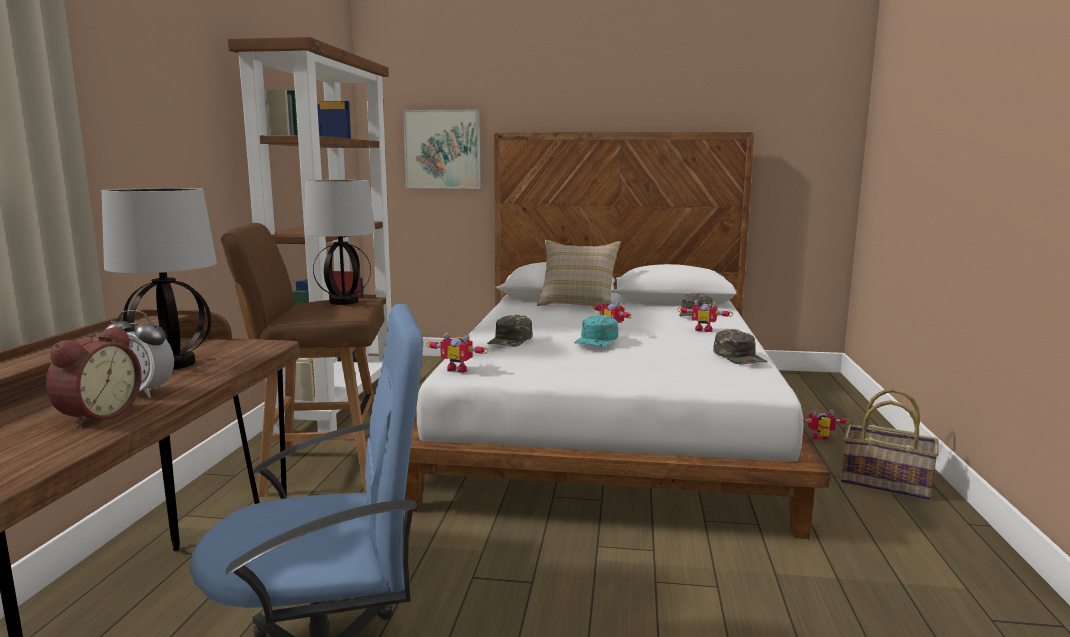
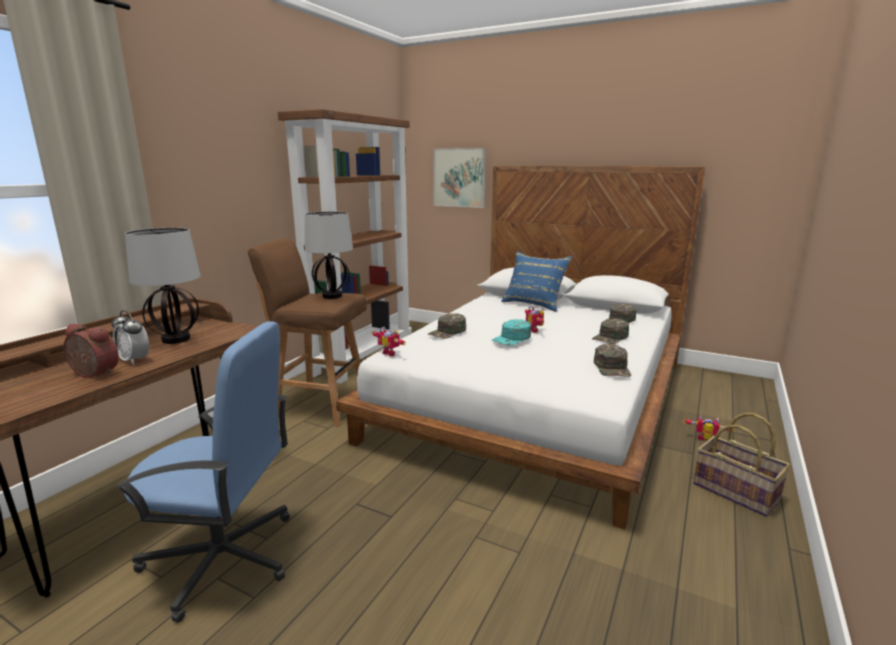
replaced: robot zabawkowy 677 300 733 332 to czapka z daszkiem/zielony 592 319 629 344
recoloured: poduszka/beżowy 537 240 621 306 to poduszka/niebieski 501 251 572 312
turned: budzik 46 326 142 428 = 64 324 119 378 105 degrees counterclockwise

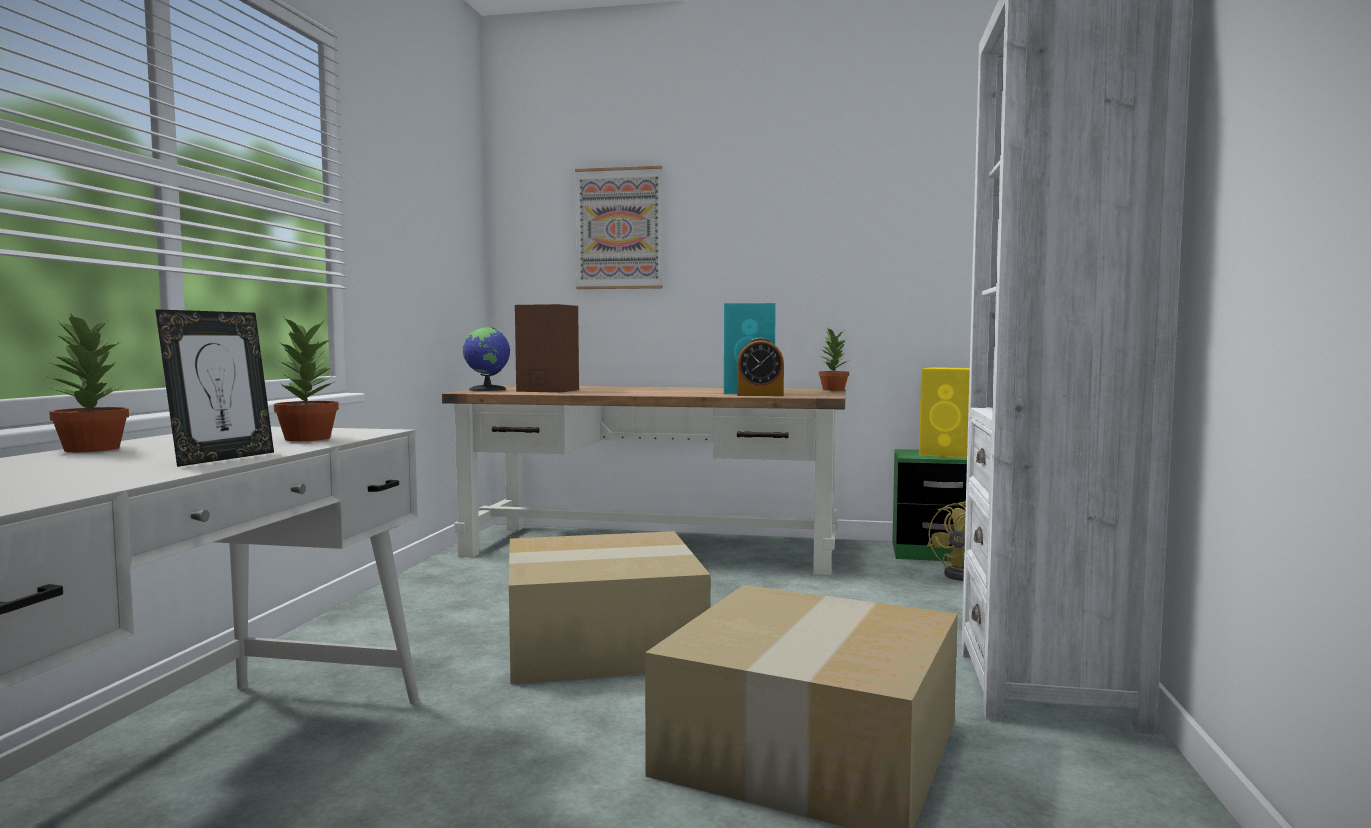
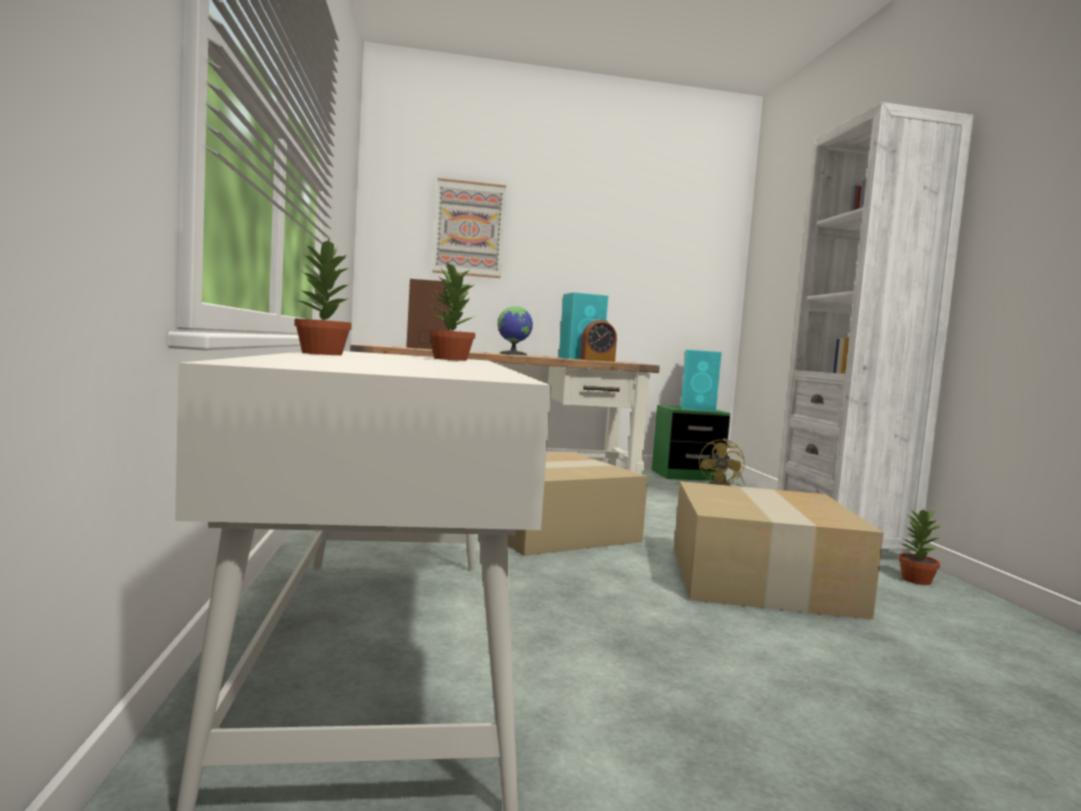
removed: ramka na zdjęcie 155 309 274 467
moved: globus 463 327 510 391 to 498 306 533 355; roślina doniczkowa 819 328 849 391 to 898 509 941 585
recoloured: głośnik/żółty 919 367 970 458 to głośnik/turkusowy 681 350 722 411

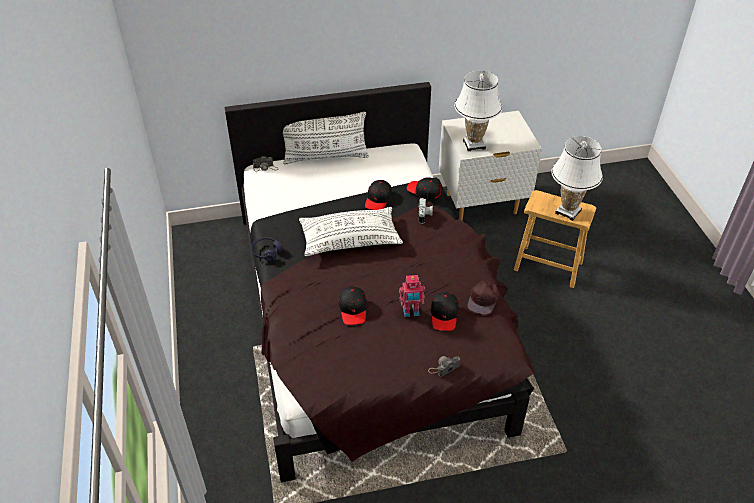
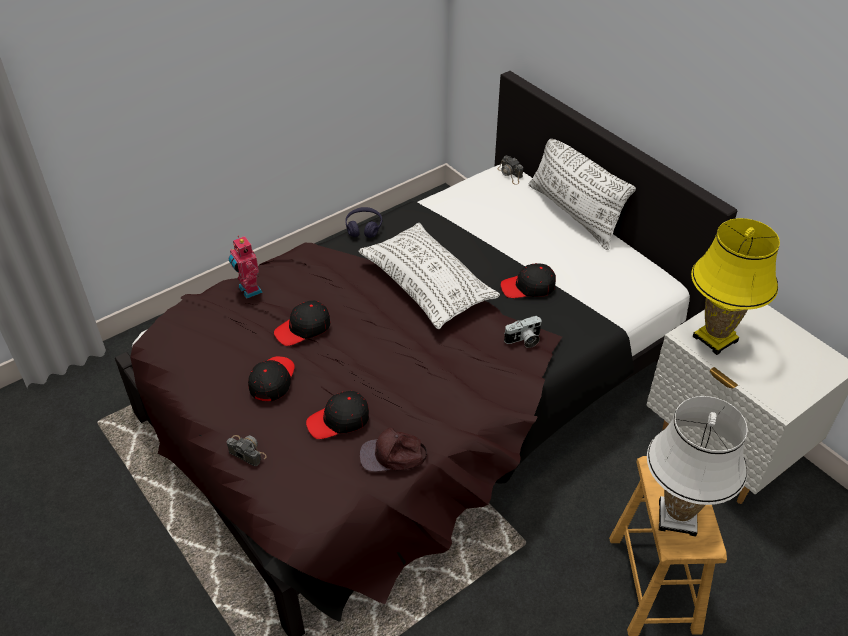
moved: czapka z daszkiem/czarny 407 177 441 200 to 248 356 295 401; robot zabawkowy 399 275 425 317 to 229 236 263 299
recoloured: lampa stołowa/biały 455 70 502 151 to lampa stołowa/żółty 691 218 780 355

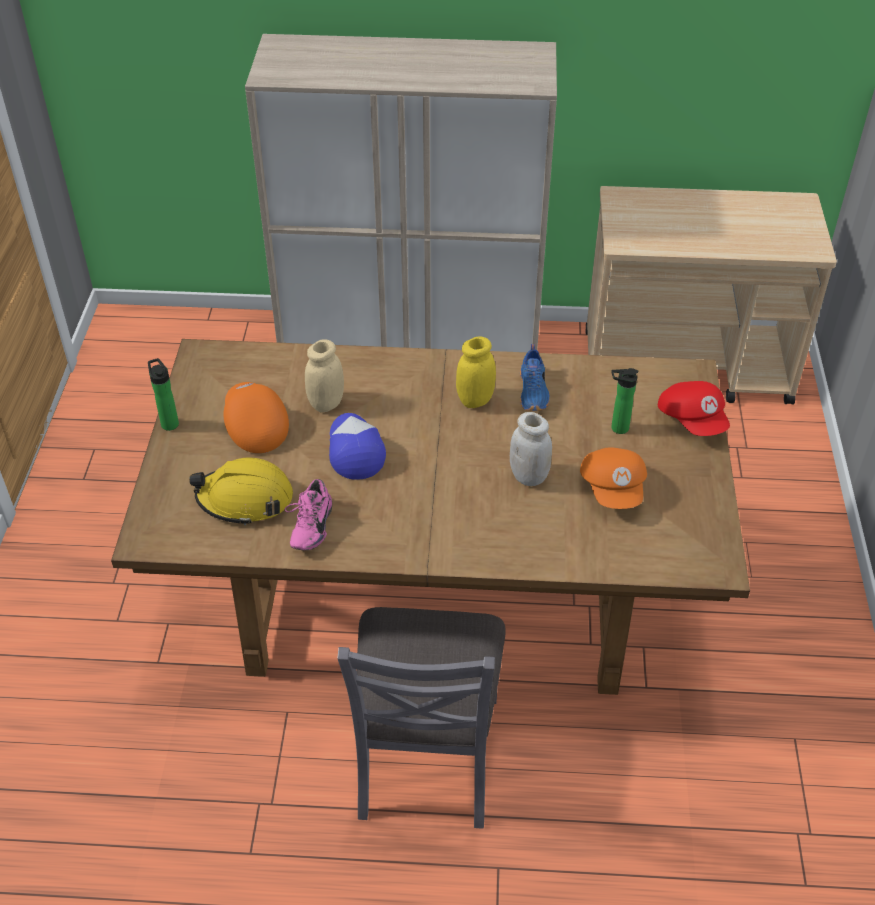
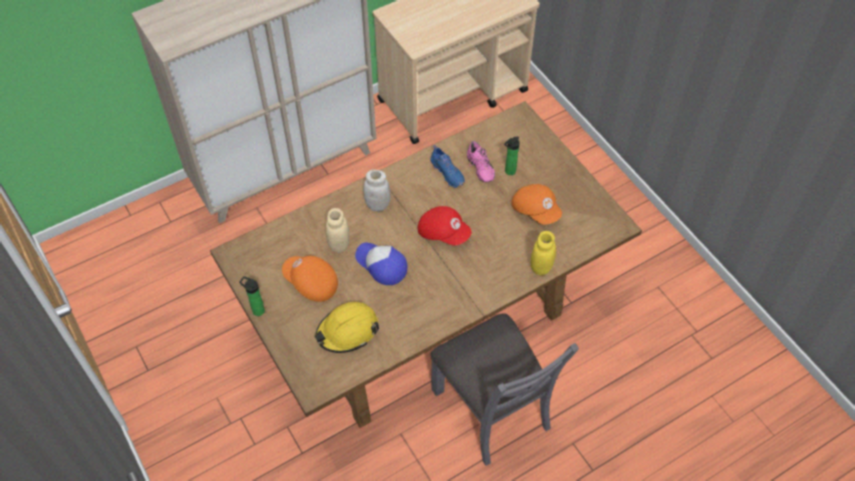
moved: słoik/żółty 456 336 496 408 to 531 231 556 275; czapka z daszkiem/czerwony 658 381 730 436 to 418 206 471 245; słoik/biały 510 412 552 486 to 363 170 390 211; but/różowy 285 479 332 550 to 467 141 495 182

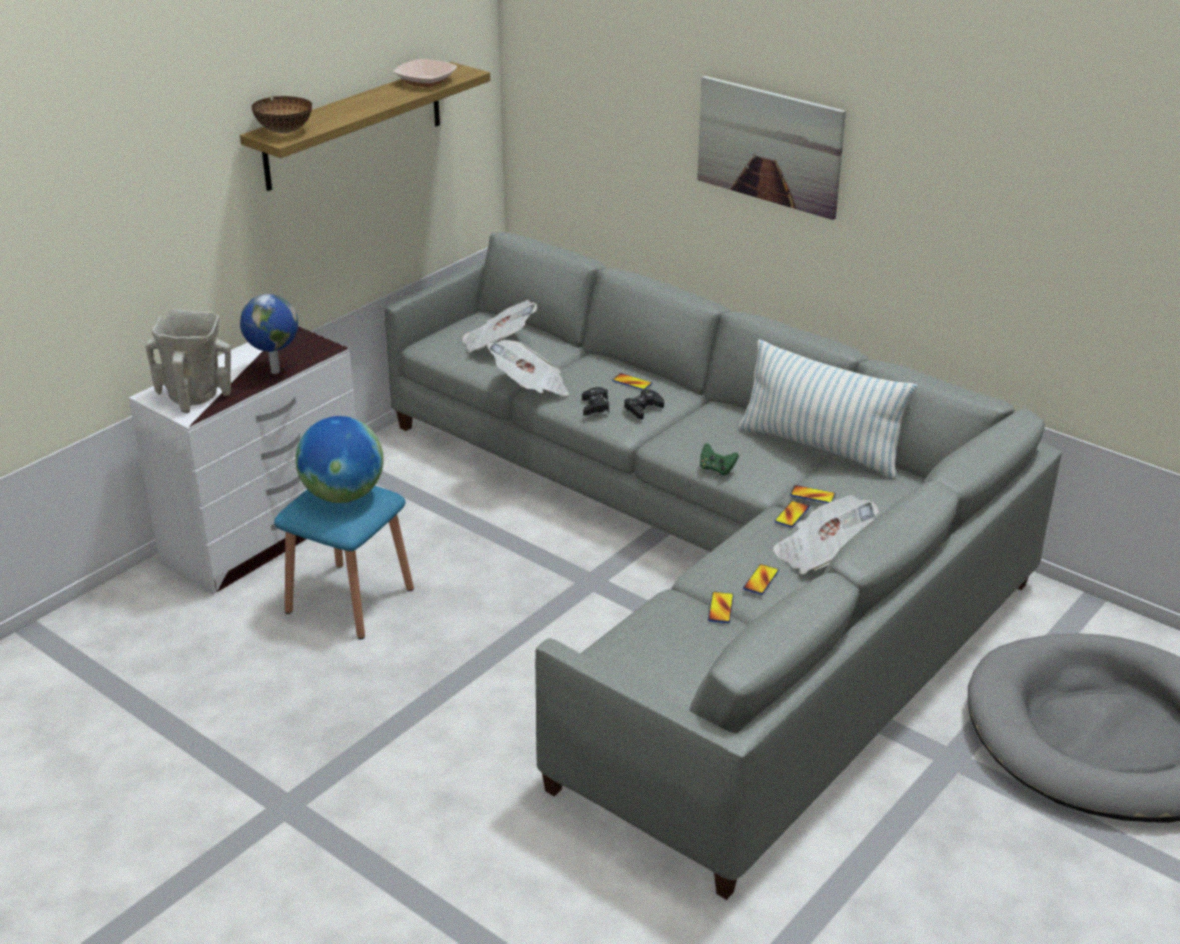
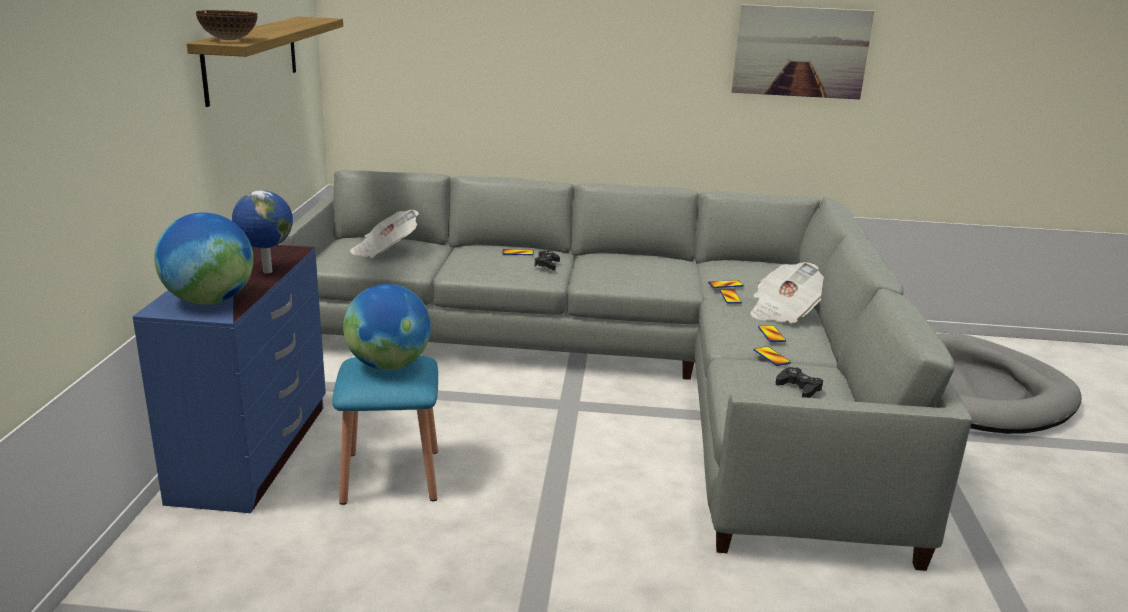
removed: miska 393 59 457 87; poduszka 738 339 917 479; gazeta 487 340 569 396; pad do gier/zielony 700 443 739 476
moved: obraz 697 76 846 220 to 731 4 874 99; pad do gier/czarny 582 387 609 416 to 776 367 823 398
replaced: wazon/beżowy 146 309 231 413 to globus 154 212 254 305
recoloured: komoda/biały 129 326 356 594 to komoda/niebieski 133 245 326 513

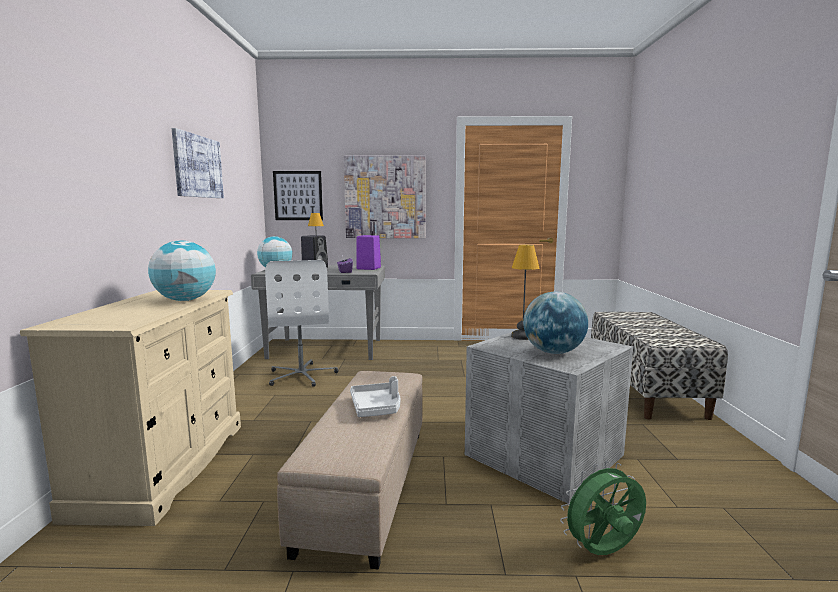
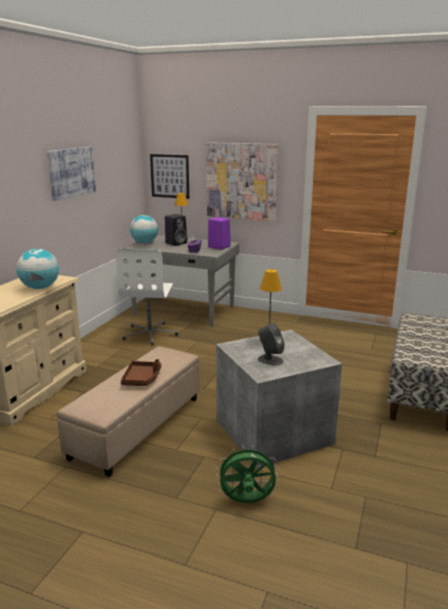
replaced: globus 523 292 588 354 to głośnik/szary 258 323 285 365
recoloured: taca/szary 350 376 400 417 to taca/brązowy 121 359 161 386

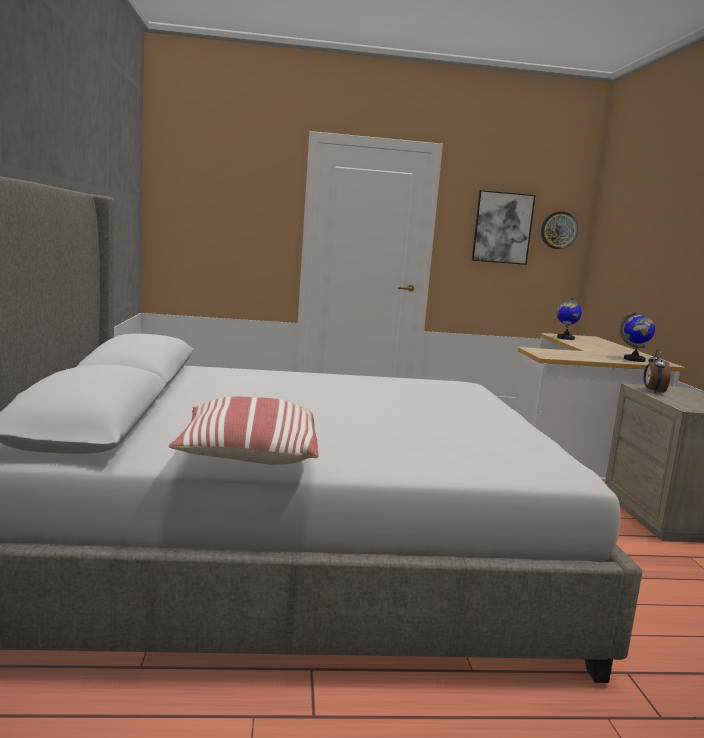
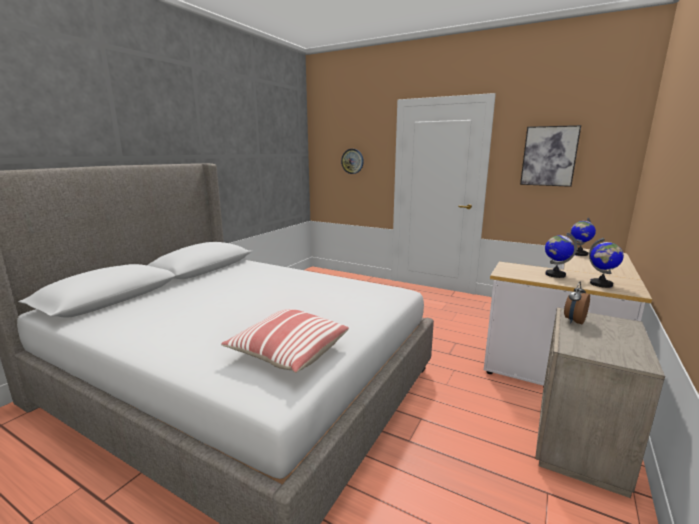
added: globus 545 232 577 278
moved: zegar ścienny 541 211 578 249 to 341 149 364 174; poduszka 169 397 319 465 to 221 309 349 373

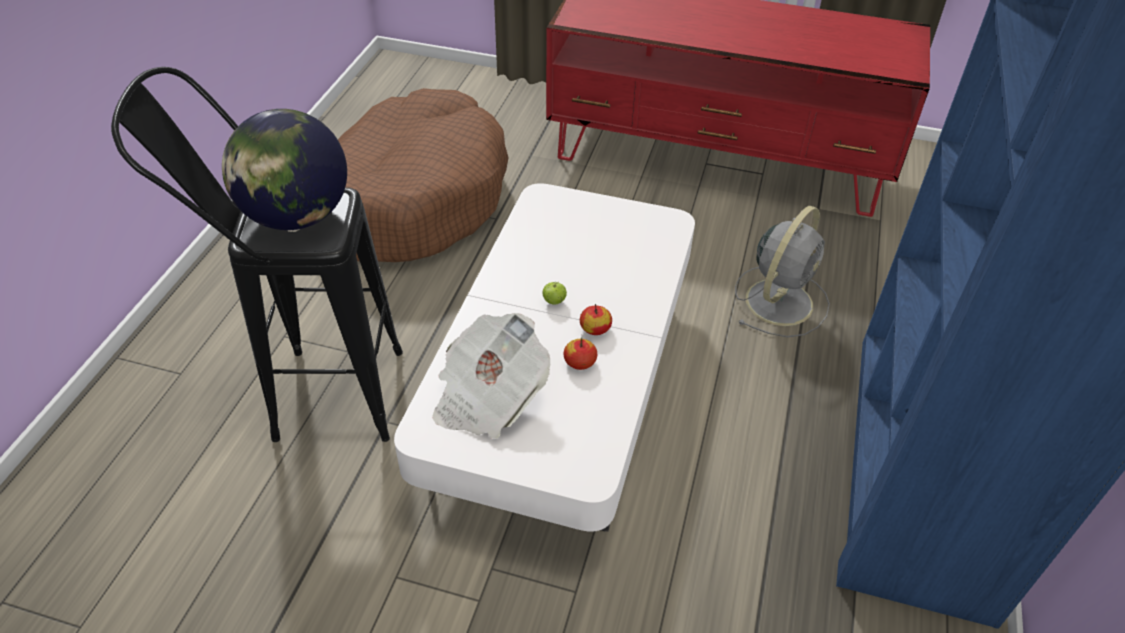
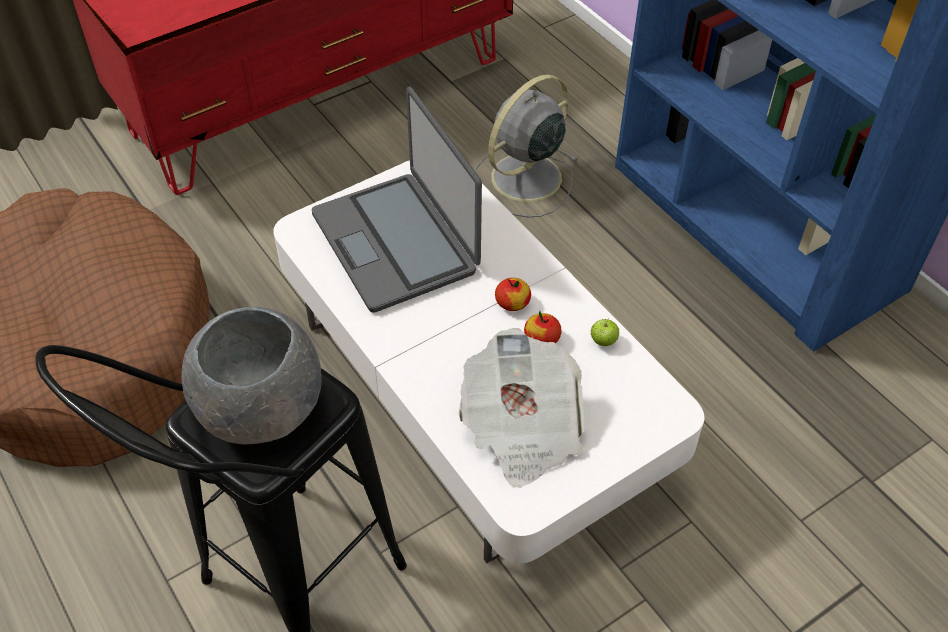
added: laptop 311 87 482 313
moved: jabłko 543 282 567 305 to 591 318 619 346
replaced: globus 222 109 347 230 to miska/szary 181 307 322 444
turned: wentylator/szary 735 206 830 337 = 475 74 578 217 120 degrees counterclockwise

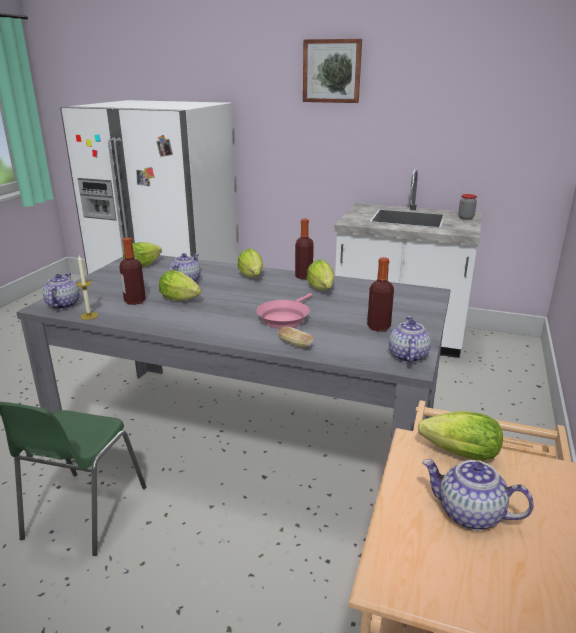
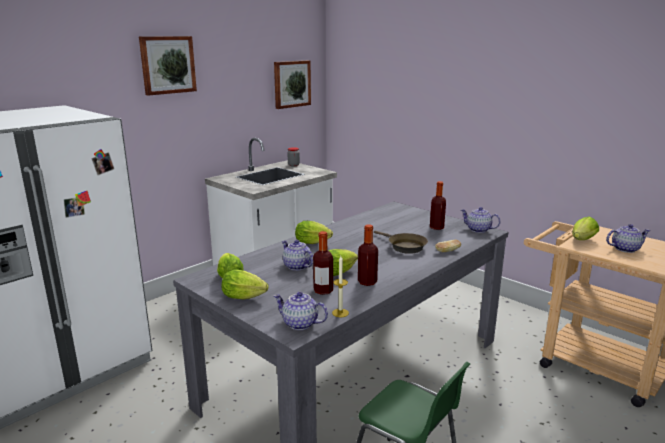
added: obraz 274 60 311 109
moved: butelka 295 219 314 279 to 358 224 378 286; sałata 307 259 334 290 to 222 270 268 299
recoloured: patelnia/różowy 257 293 313 329 to patelnia/brązowy 374 231 428 254
turned: imbryk 422 459 534 530 = 606 224 651 253 150 degrees counterclockwise

